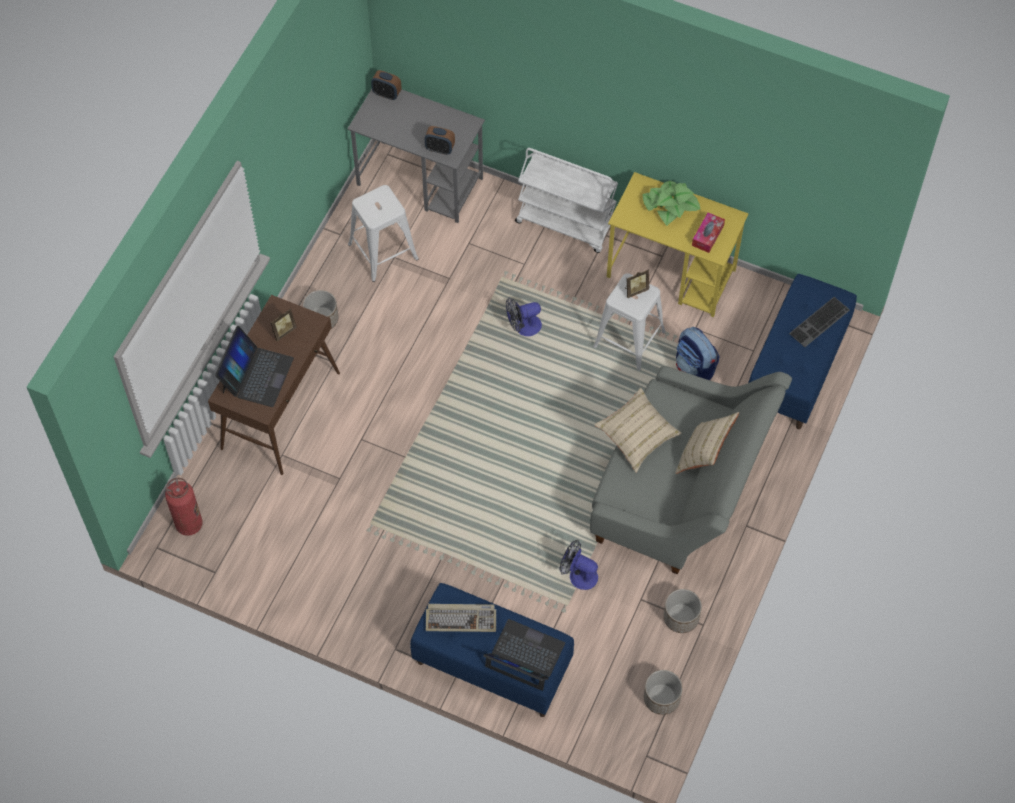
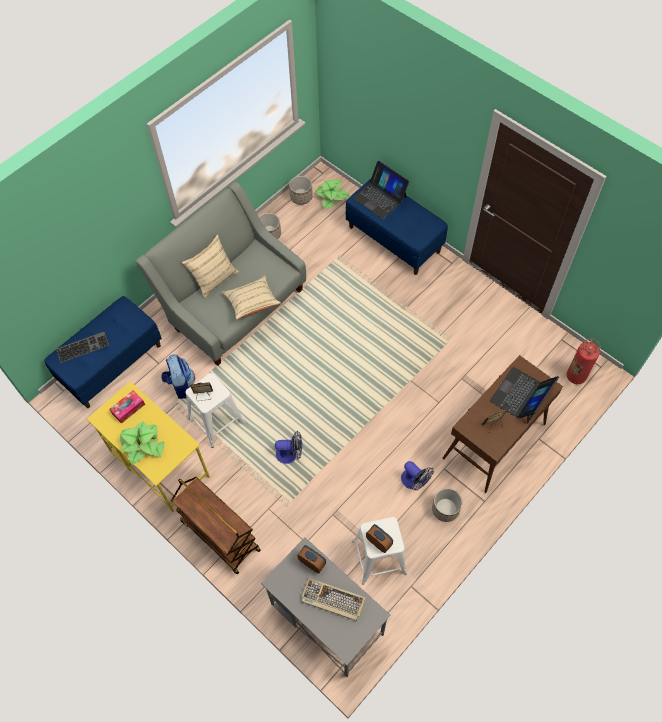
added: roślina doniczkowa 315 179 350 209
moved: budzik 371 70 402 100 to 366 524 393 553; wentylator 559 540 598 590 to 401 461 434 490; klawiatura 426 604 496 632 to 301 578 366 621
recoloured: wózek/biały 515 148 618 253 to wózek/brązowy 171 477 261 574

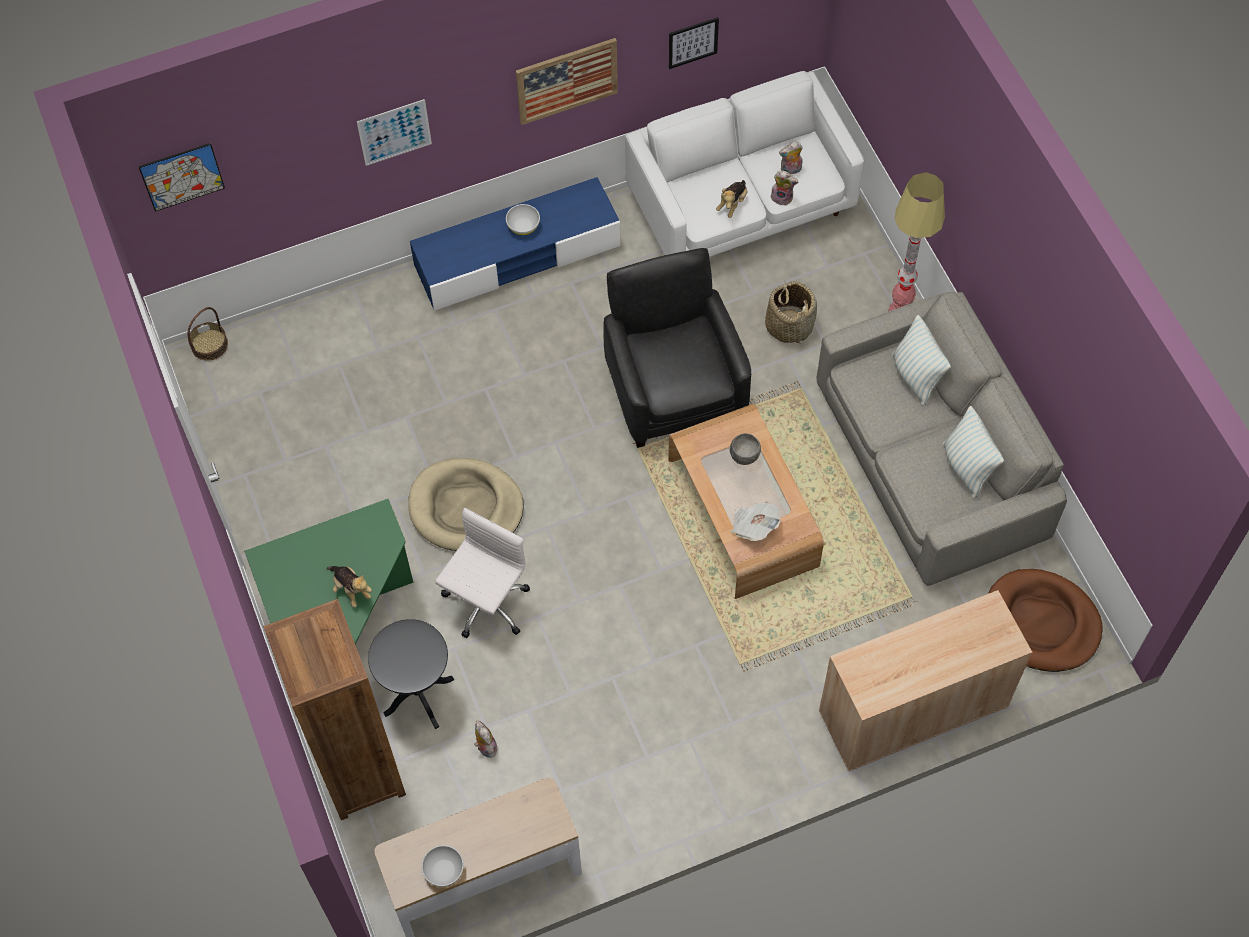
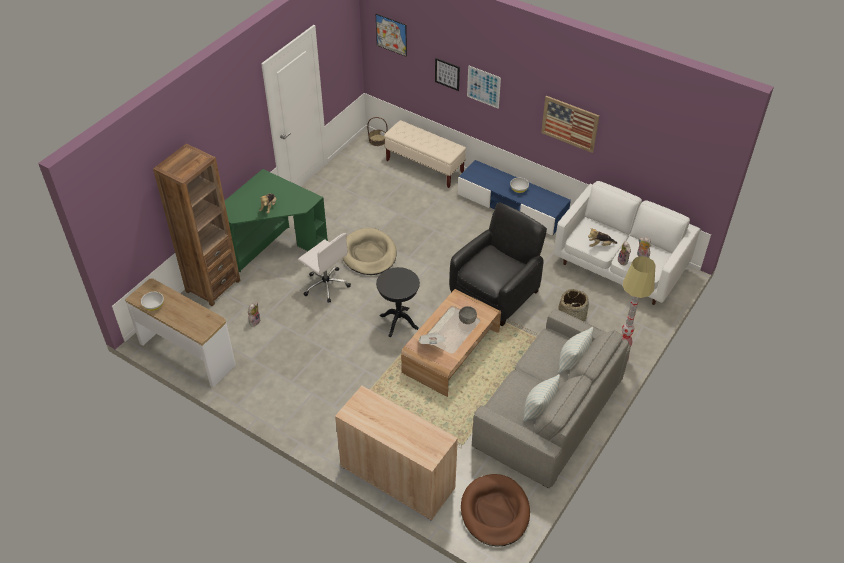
added: ławka/beżowy 384 120 466 188
moved: obraz 669 17 719 69 to 435 58 460 91; stolik/czarny 368 619 454 729 to 376 267 420 337
turned: krzesło biurowe/biały 435 508 530 638 = 298 233 351 303 45 degrees clockwise

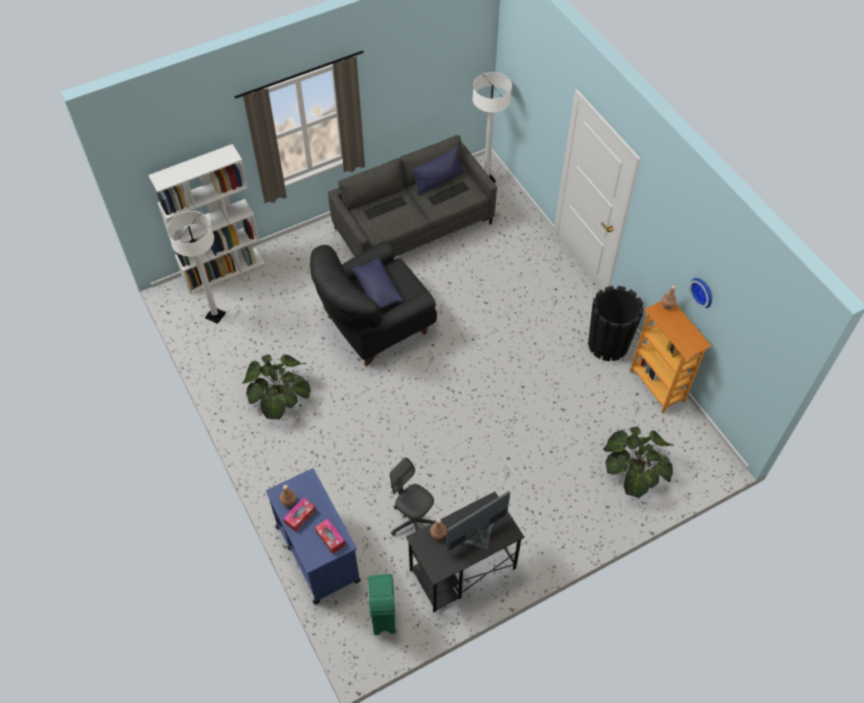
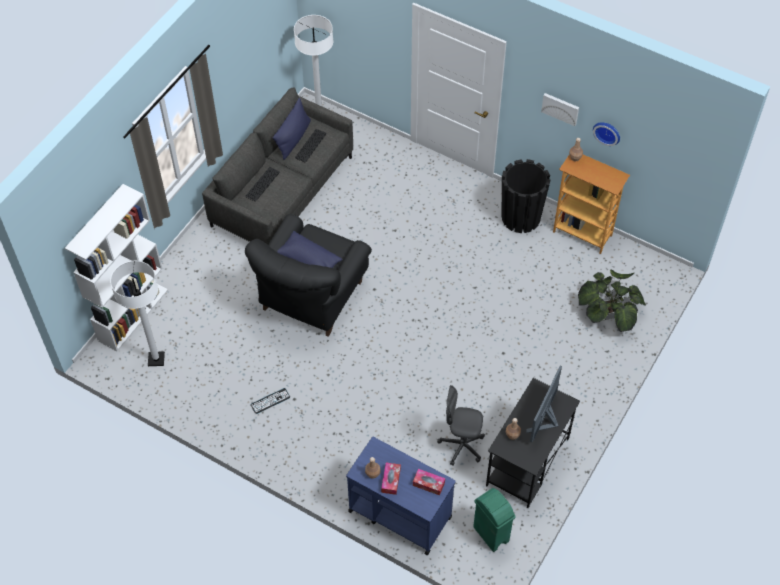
added: obraz 541 93 579 126
replaced: roślina doniczkowa 242 354 311 419 to klawiatura 250 388 290 414

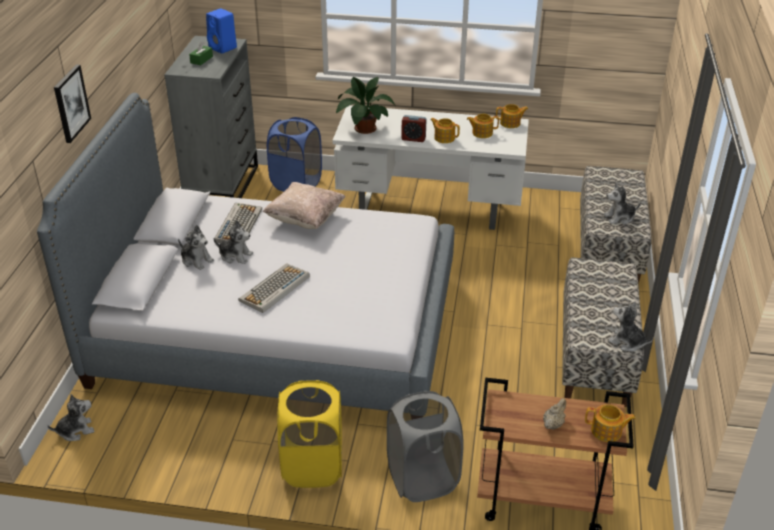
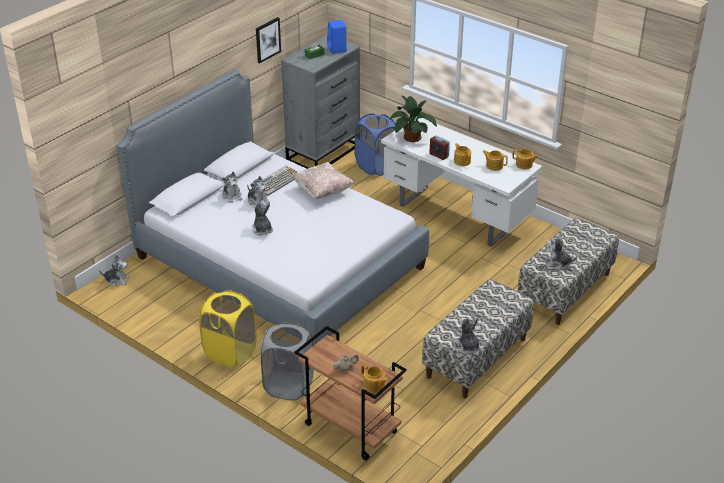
moved: obraz 54 64 91 143 to 256 17 281 63
replaced: klawiatura 238 263 310 313 to pluszak 252 203 273 236

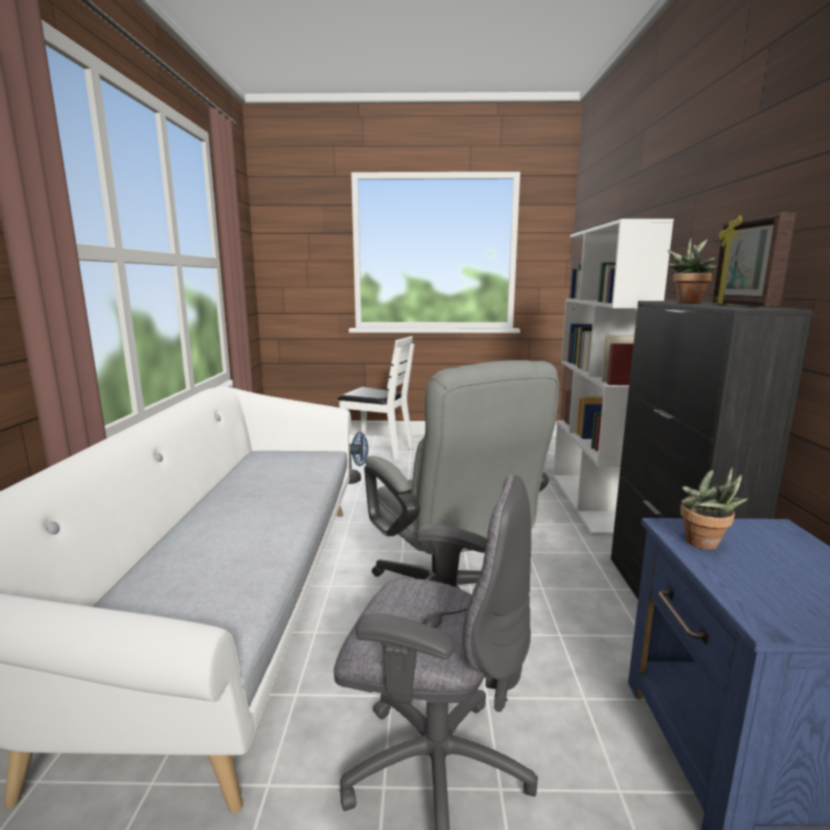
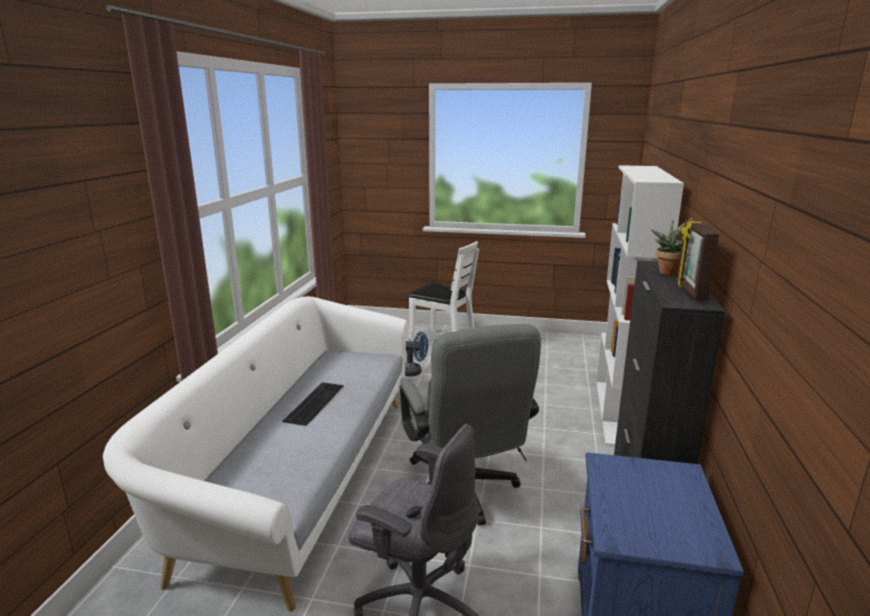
removed: roślina doniczkowa 680 467 748 550
added: klawiatura 282 382 344 426

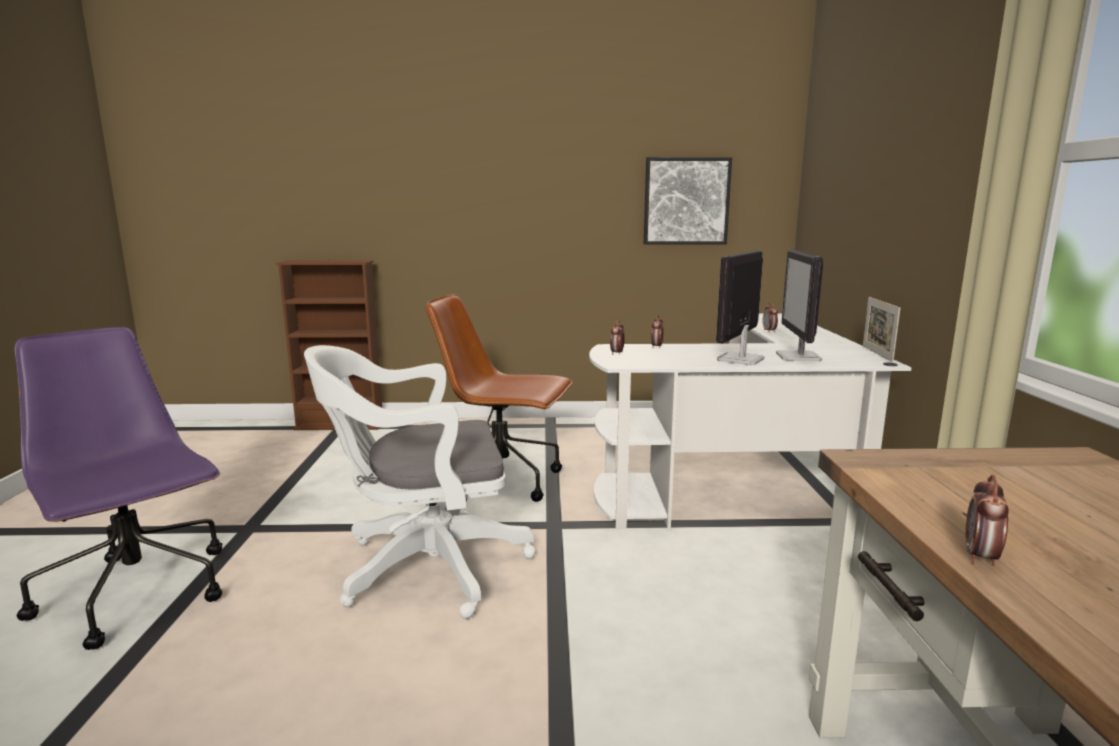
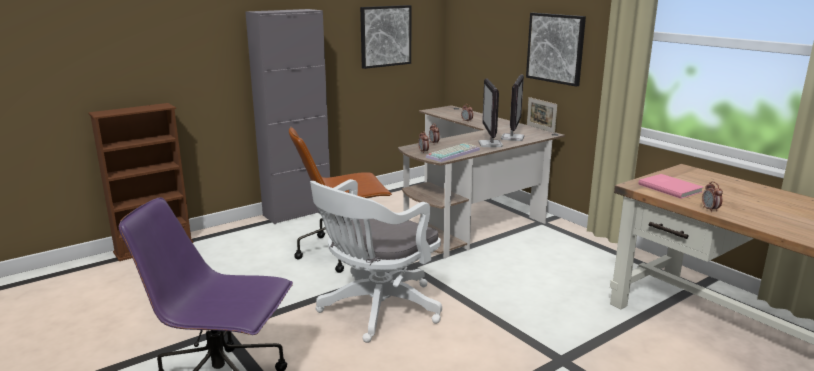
added: szafka/szary 245 9 330 224; obraz 526 13 586 86; klawiatura 426 143 480 162; książka/różowy 638 174 703 199
recoloured: biurko/biały 589 313 912 529 to biurko/brązowy 398 105 565 258
turned: monitor 776 249 823 362 = 501 74 524 141 135 degrees counterclockwise

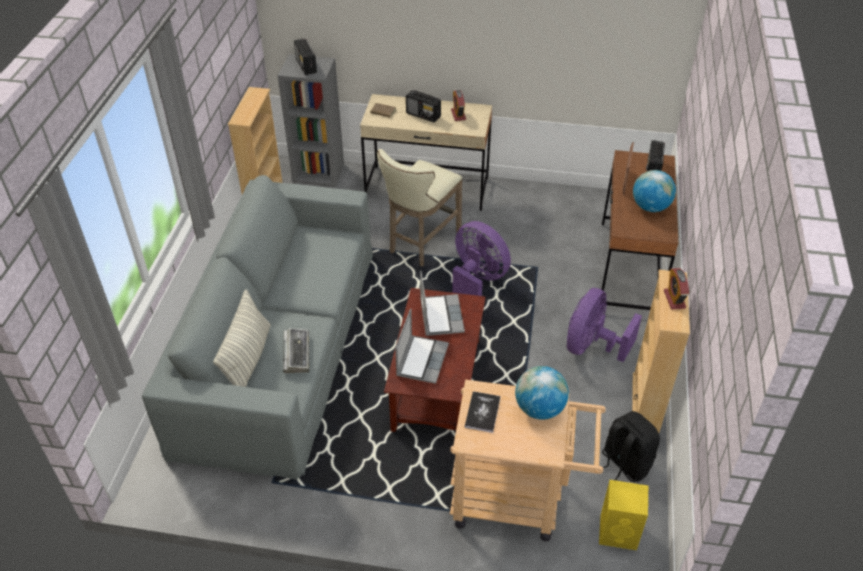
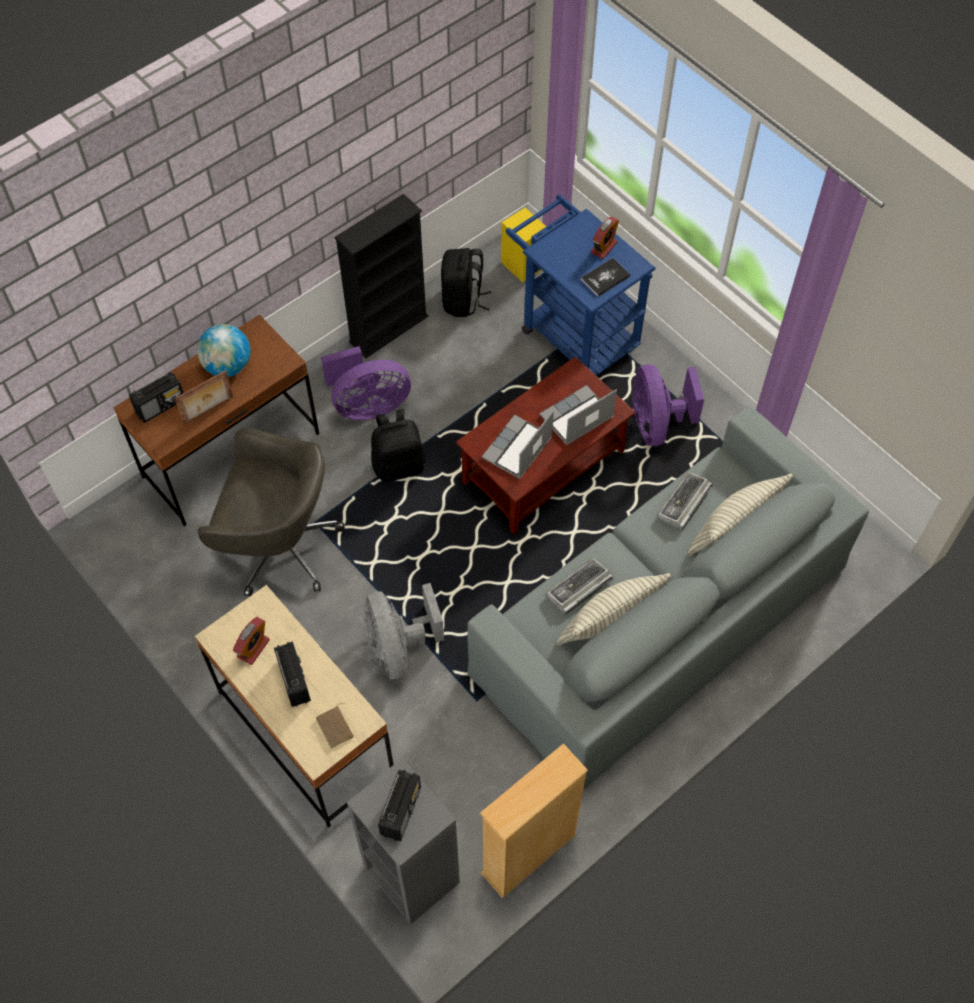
removed: globus 515 366 569 420
added: plecak/czarny 371 409 426 482; krzesło biurowe/szary 198 427 345 597; klawiatura 546 558 613 615; poduszka 557 573 671 645
moved: wentylator/fioletowy 452 221 511 296 to 632 365 704 446; budzik 664 268 689 309 to 591 217 619 259
replaced: stołek/beżowy 377 149 463 266 to wentylator/szary 364 583 444 679
recoloured: regał/beżowy 632 270 690 433 to regał/czarny 334 194 428 358; wózek/beżowy 450 380 606 541 to wózek/niebieski 506 194 656 376

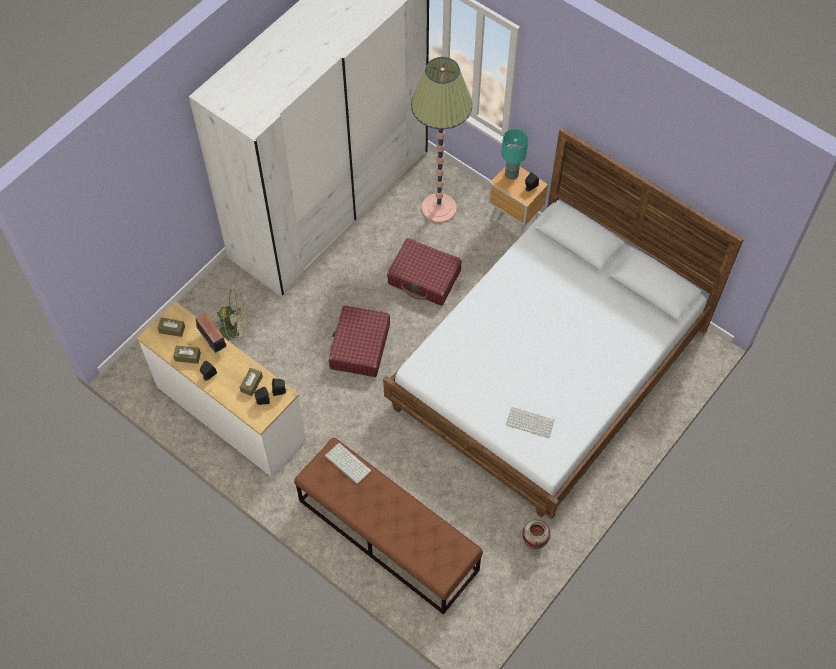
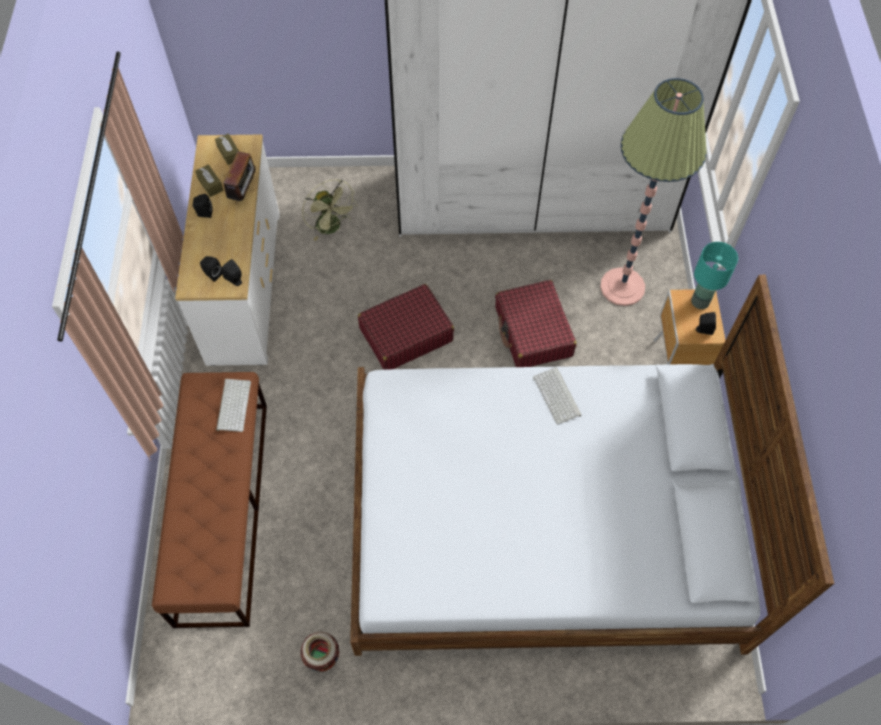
removed: pudełko chusteczek/brązowy 240 368 263 396
moved: klawiatura 506 407 555 438 to 533 367 582 425

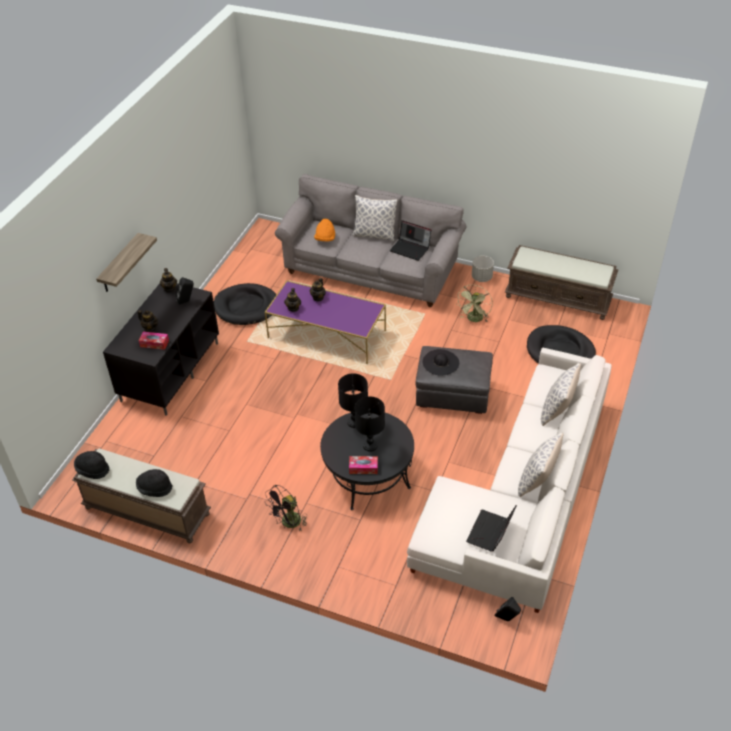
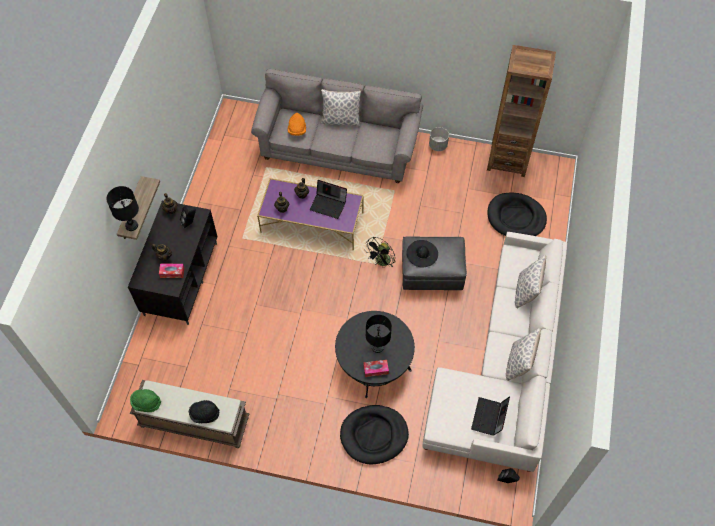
removed: wentylator/zielony 456 285 493 322
moved: laptop 390 220 431 261 to 310 180 347 219; legowisko/czarny 214 283 277 325 to 340 405 409 464; lampa stołowa/czarny 338 373 368 428 to 107 186 139 231; wentylator/czarny 265 485 307 531 to 364 237 396 267
replaced: ławka/brązowy 505 245 618 320 to regał/brązowy 487 45 556 177
recoloured: kapelusz/czarny 74 451 109 479 to kapelusz/zielony 130 389 161 412

